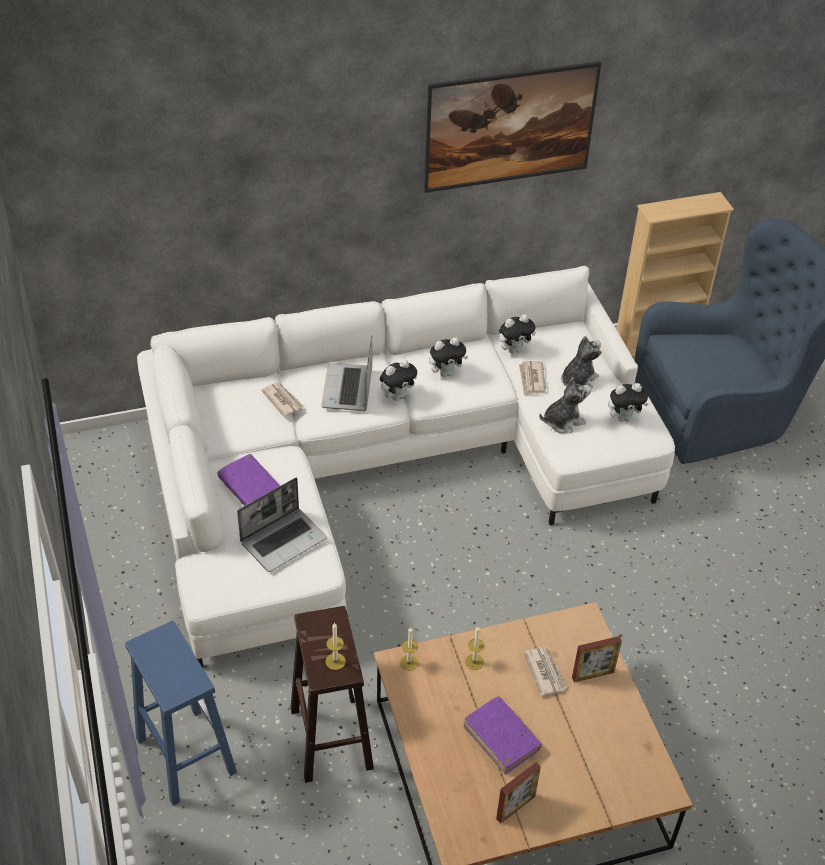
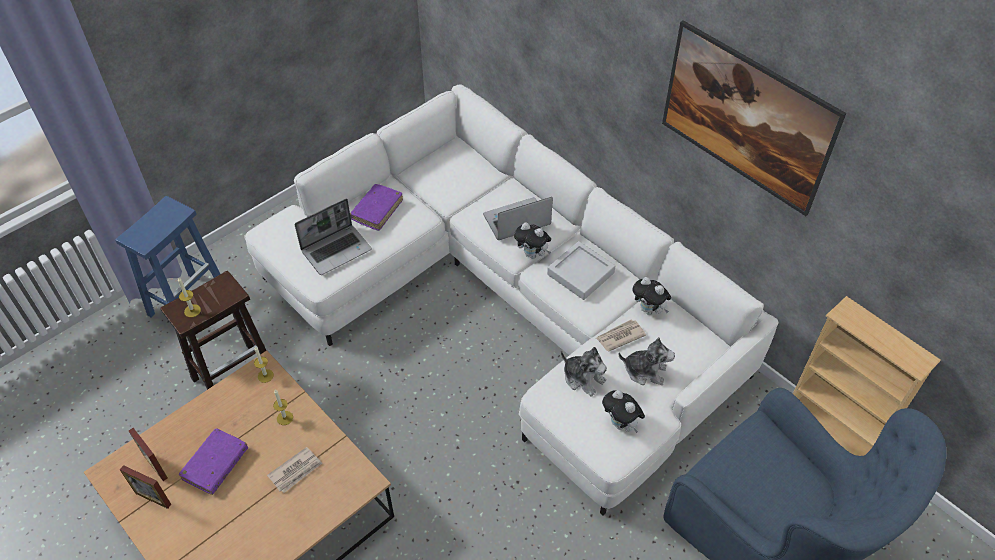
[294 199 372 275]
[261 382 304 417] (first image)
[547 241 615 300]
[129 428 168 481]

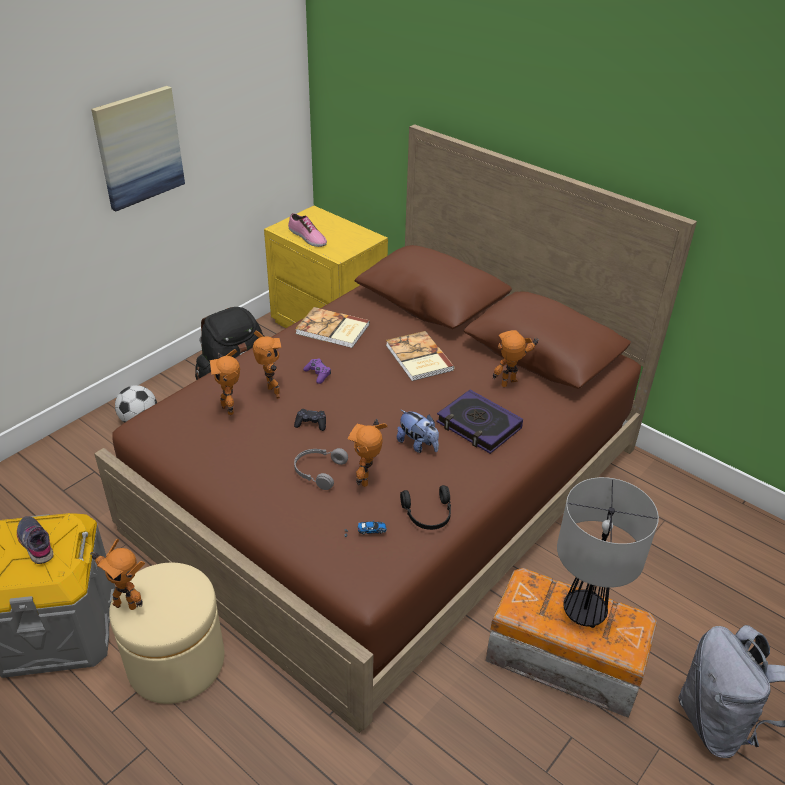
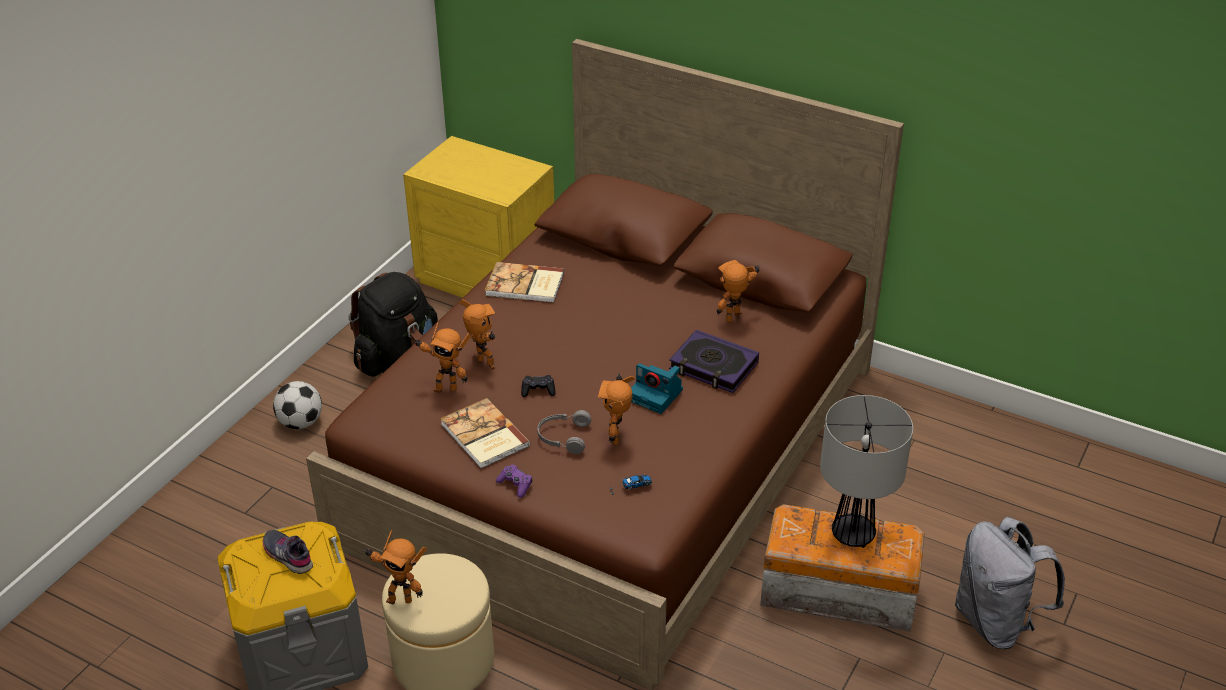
[91 86 185 211] (first image)
[413 322 472 393]
[288 213 327 247] (first image)
[496 464 532 498]
[440 398 530 469]
[631 363 683 414]
[400 485 451 530] (first image)

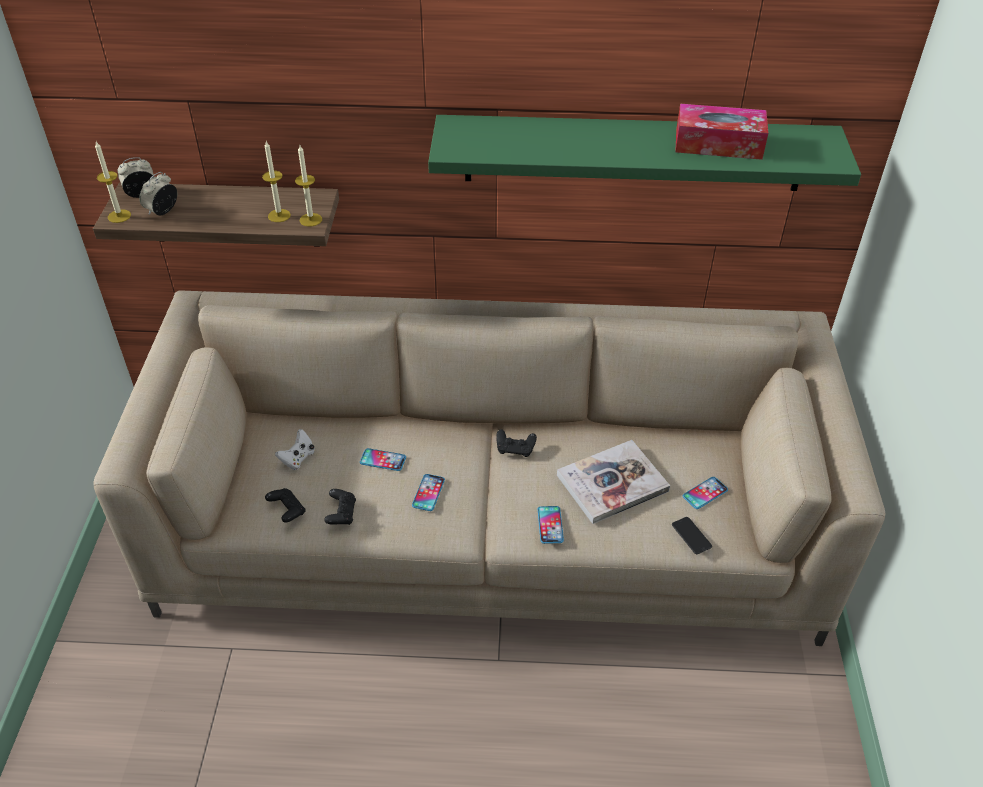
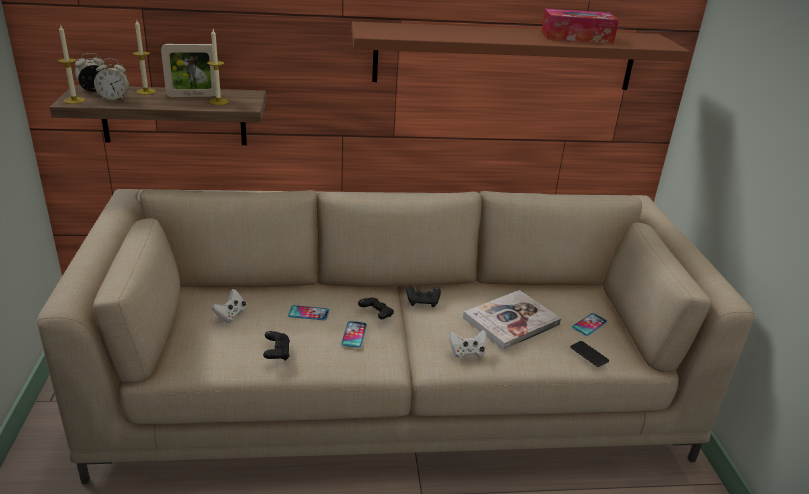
[94 58 129 100]
[358 297 394 319]
[132 20 156 95]
[352 21 690 90]
[449 330 487 358]
[161 44 216 97]

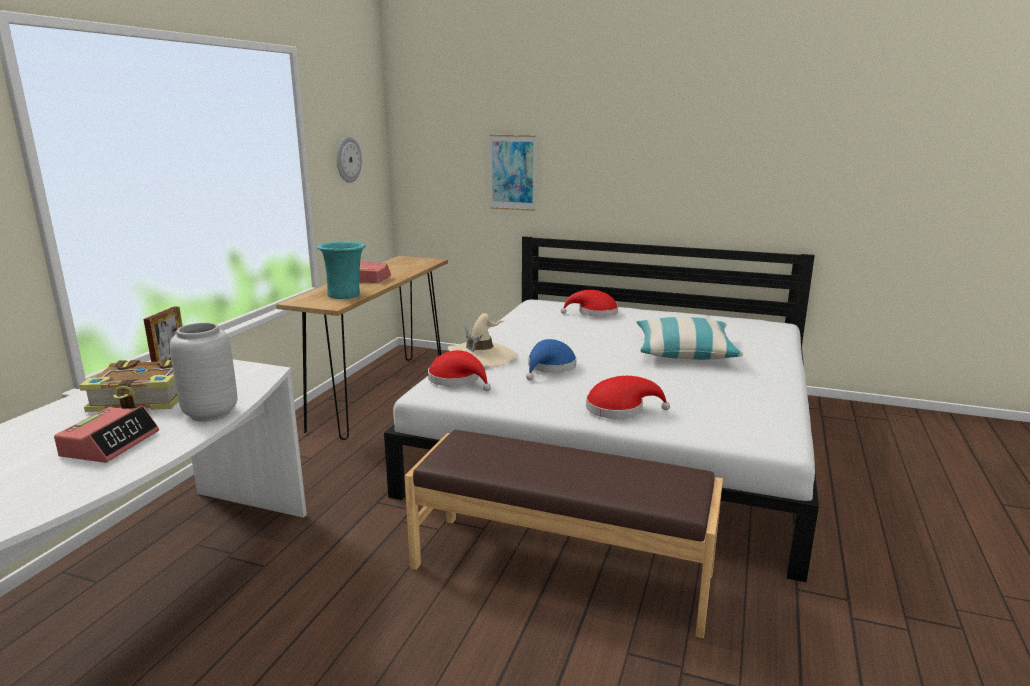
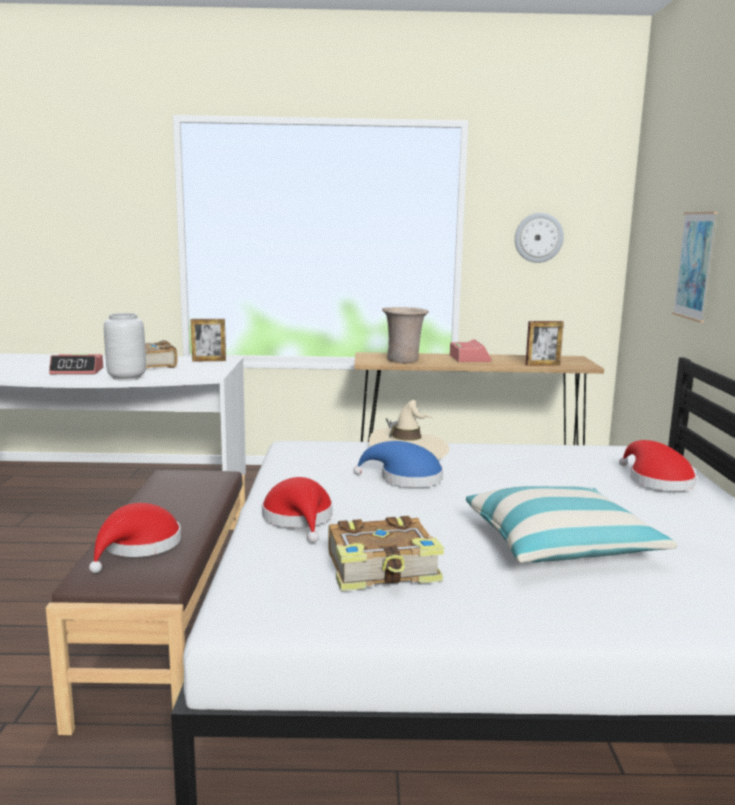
[382 307 429 363]
[89 503 181 573]
[328 516 444 591]
[525 321 564 366]

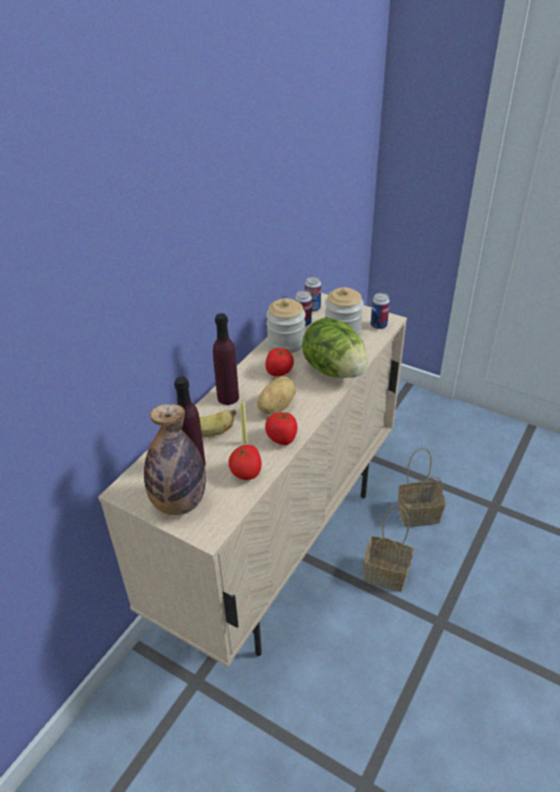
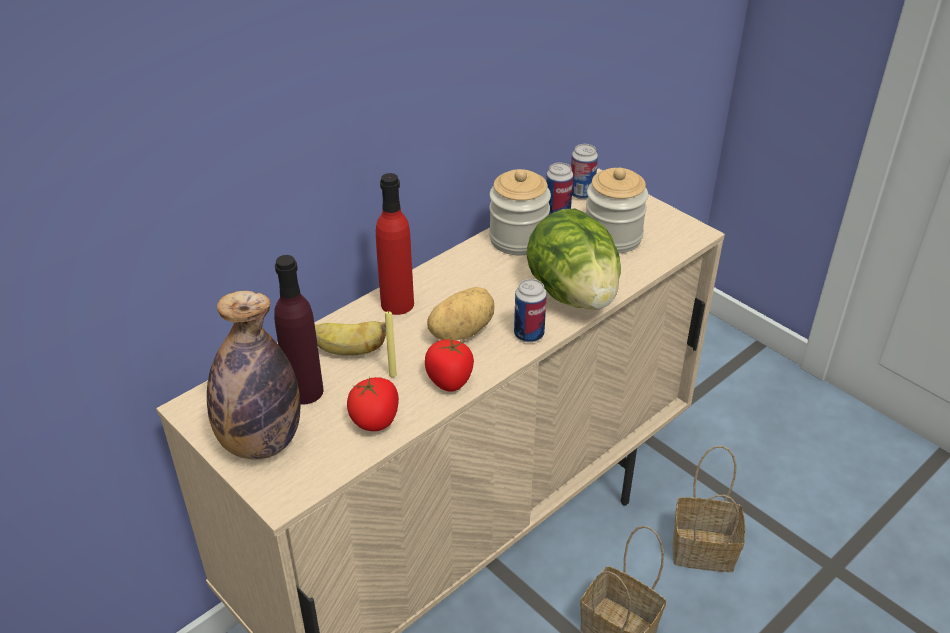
[376 173 414 315]
[265 348 294 376] (first image)
[514 279 547 342]

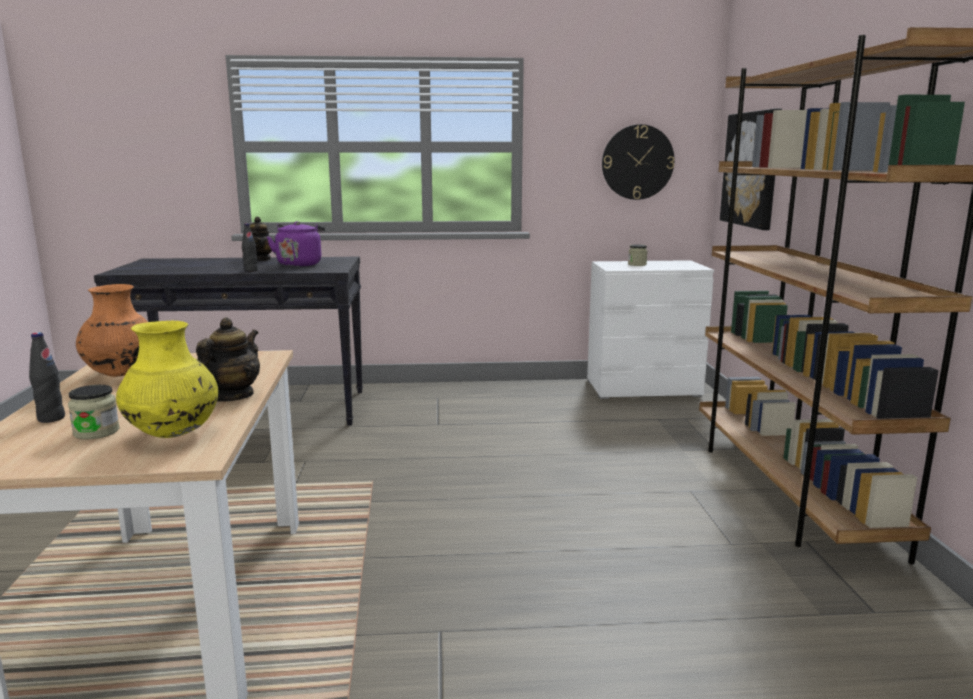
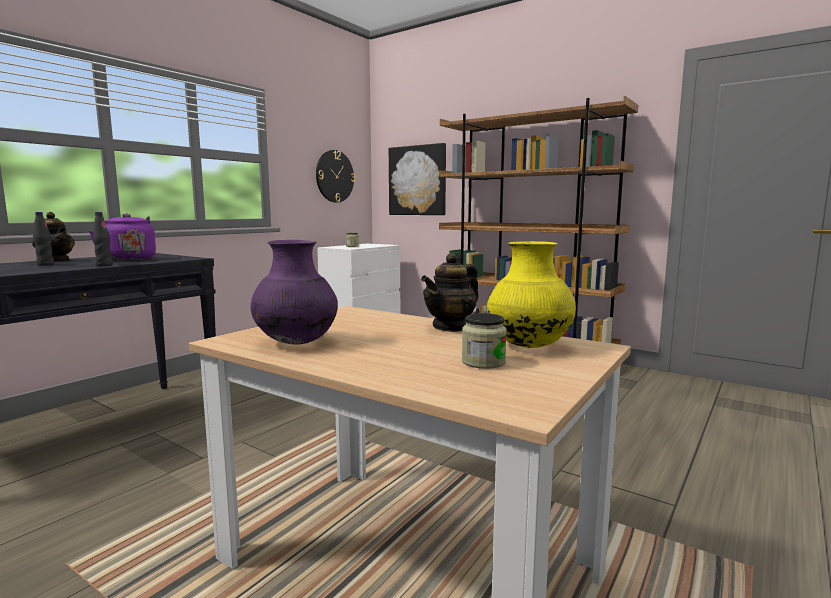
[33 212 54 266]
[250 240 338 345]
[421 253 479 332]

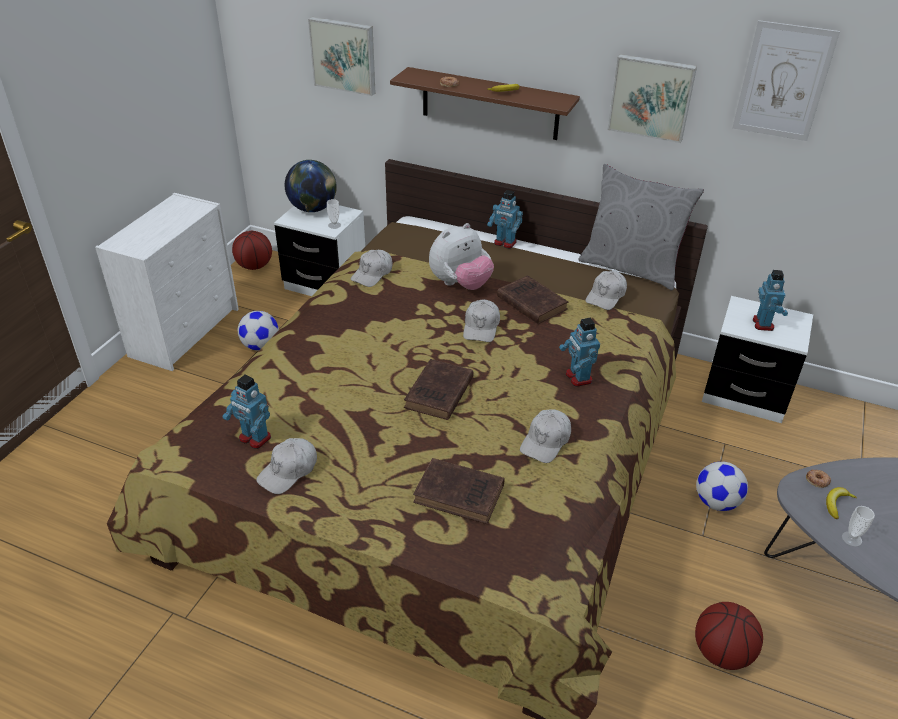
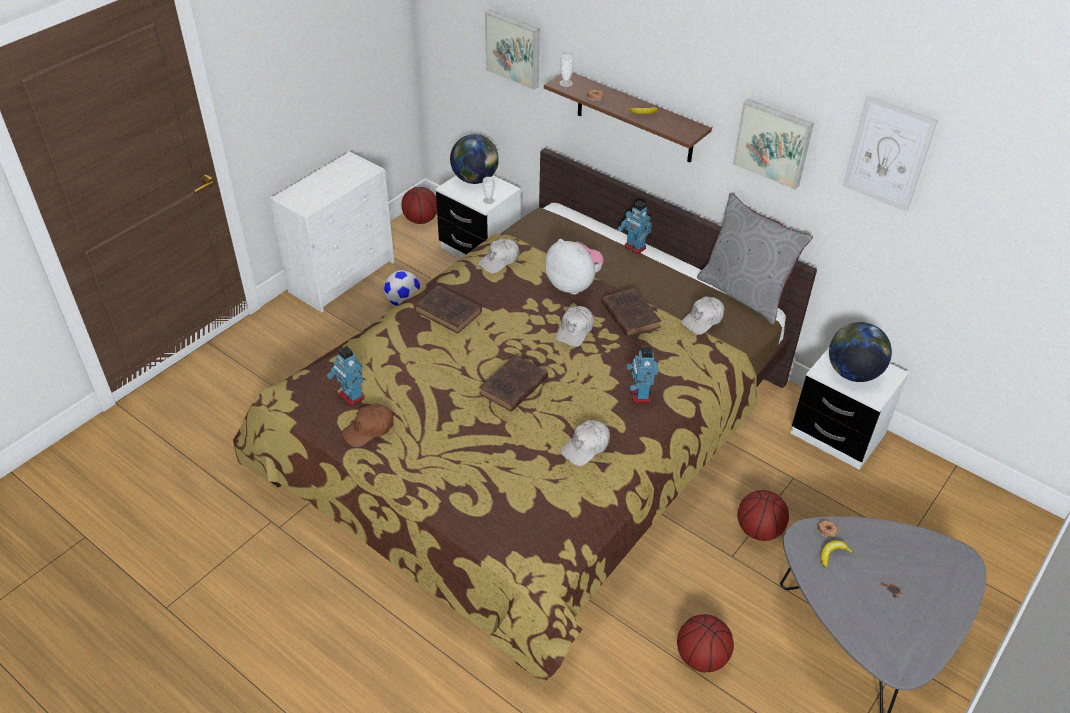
[342 404 394 447]
[415 286 482 333]
[545 239 604 295]
[738 490 789 541]
[829 322 892 382]
[559 54 573 87]

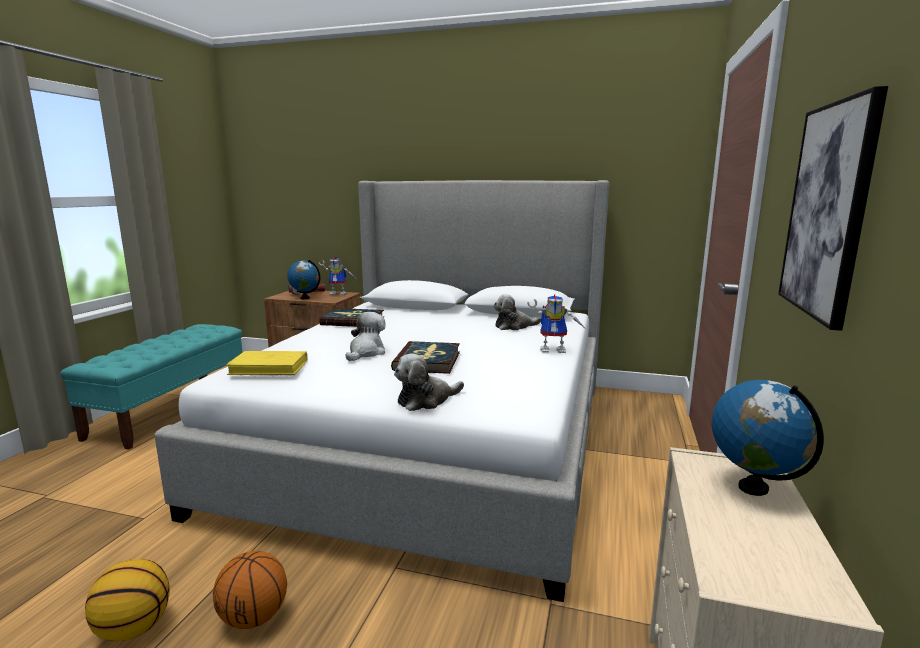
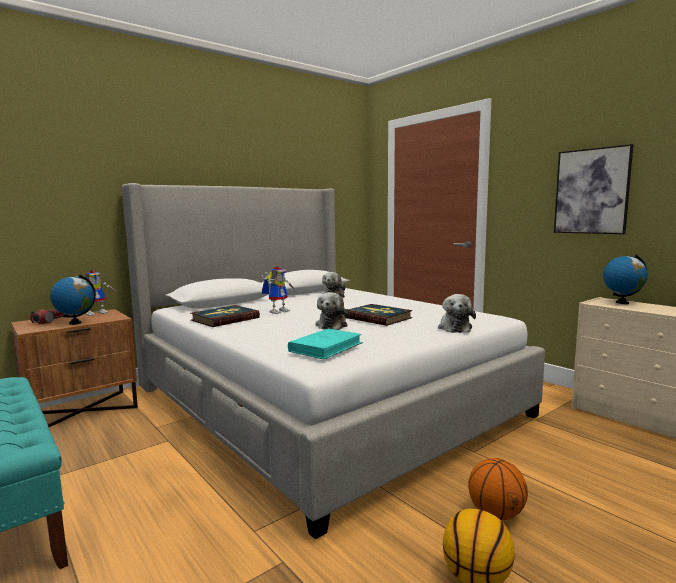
[288 329 363 359]
[315 292 349 330]
[261 267 295 314]

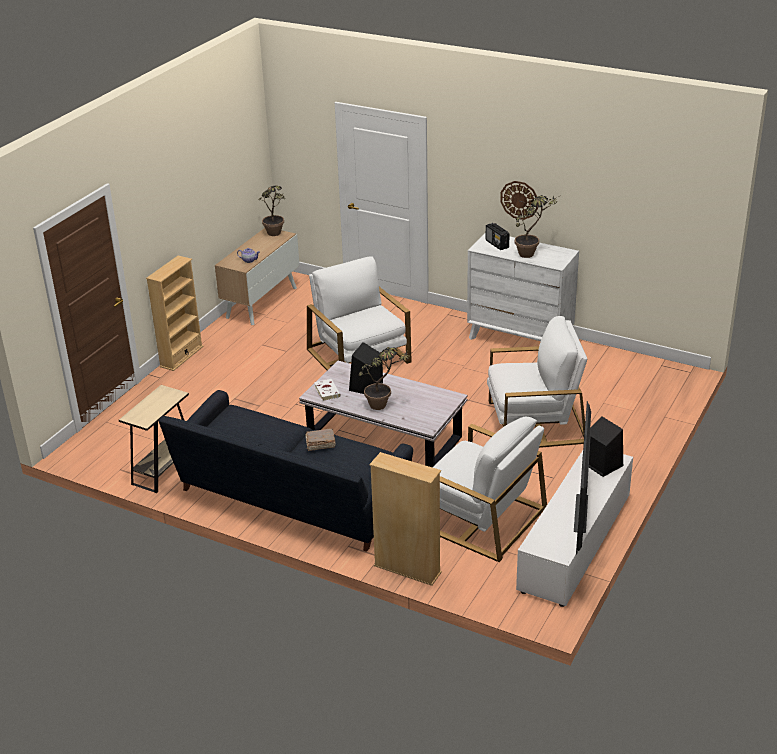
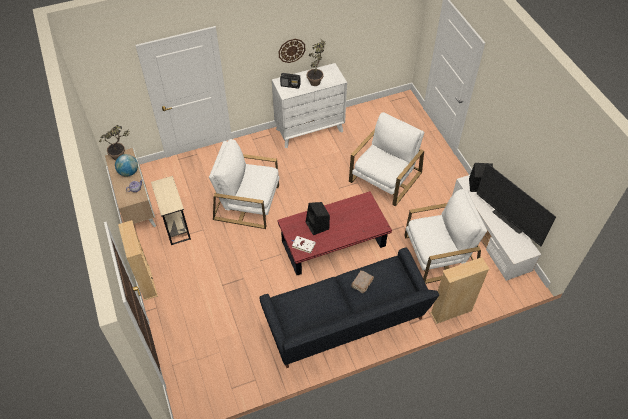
[151 176 191 245]
[277 191 392 275]
[358 347 413 410] (first image)
[115 154 138 177]

